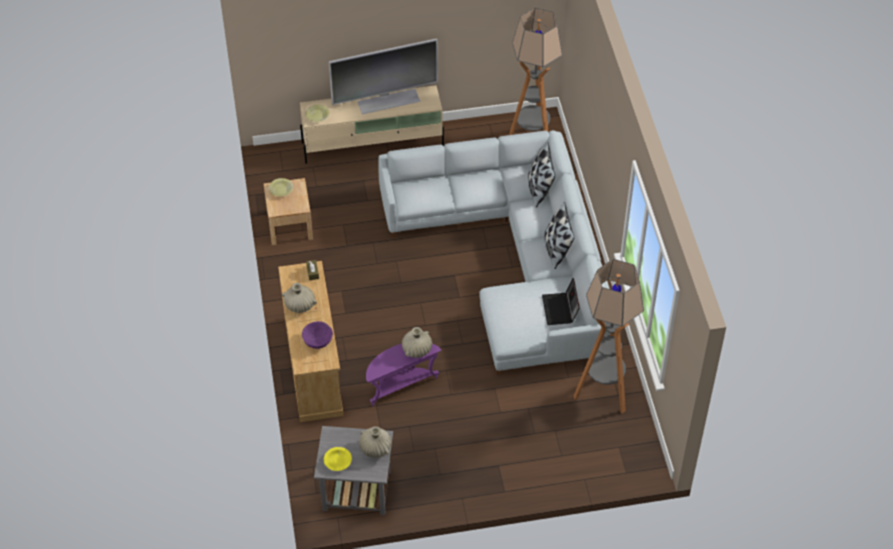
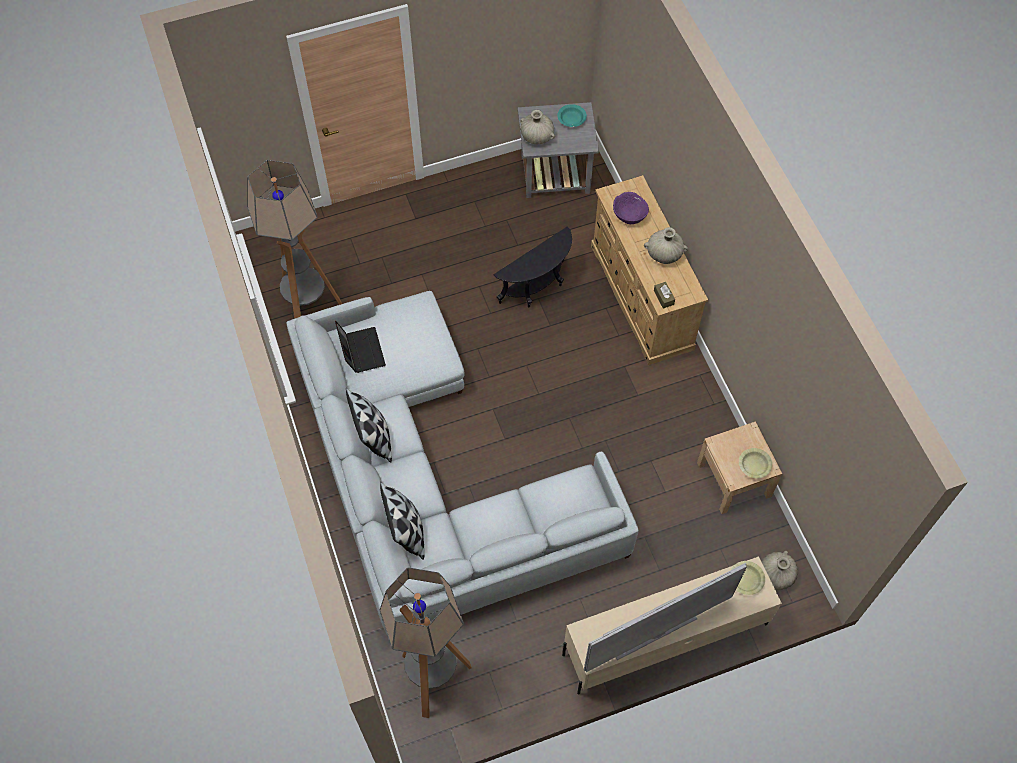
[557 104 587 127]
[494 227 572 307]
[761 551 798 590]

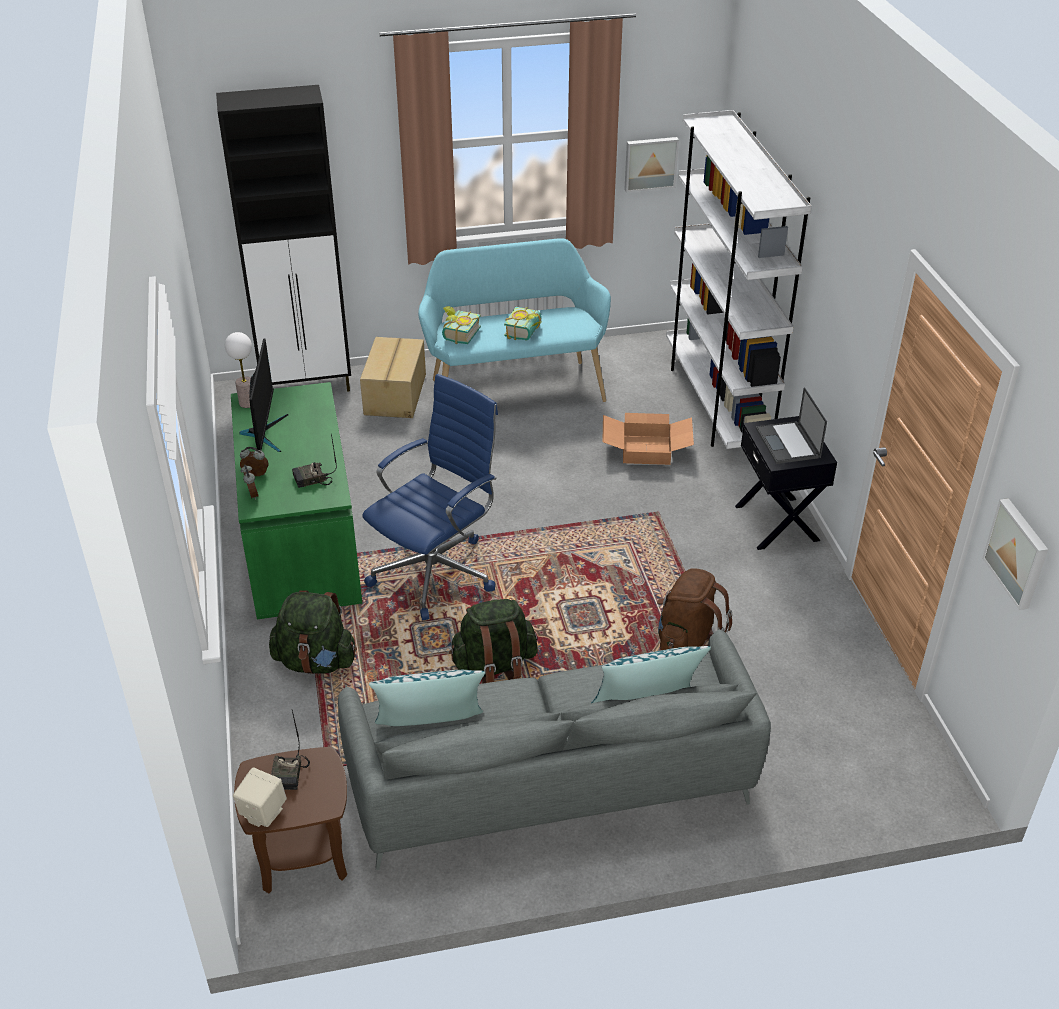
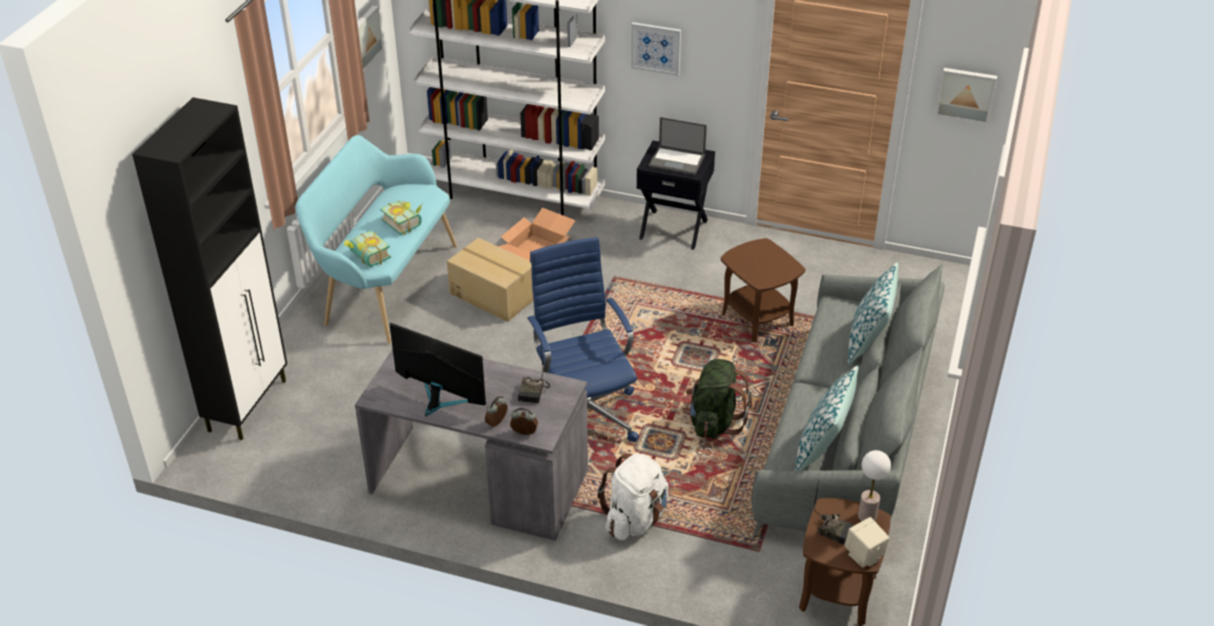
[858 450 891 521]
[355 349 588 541]
[597 453 668 540]
[447 238 533 322]
[721 238 805 342]
[631 22 681 76]

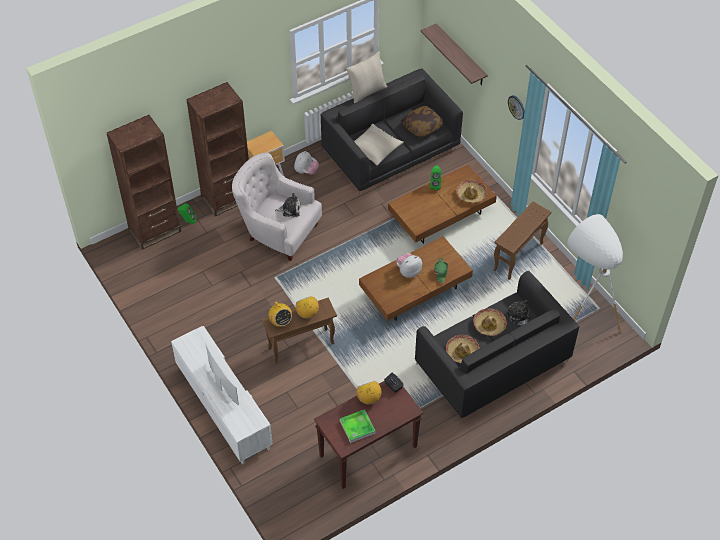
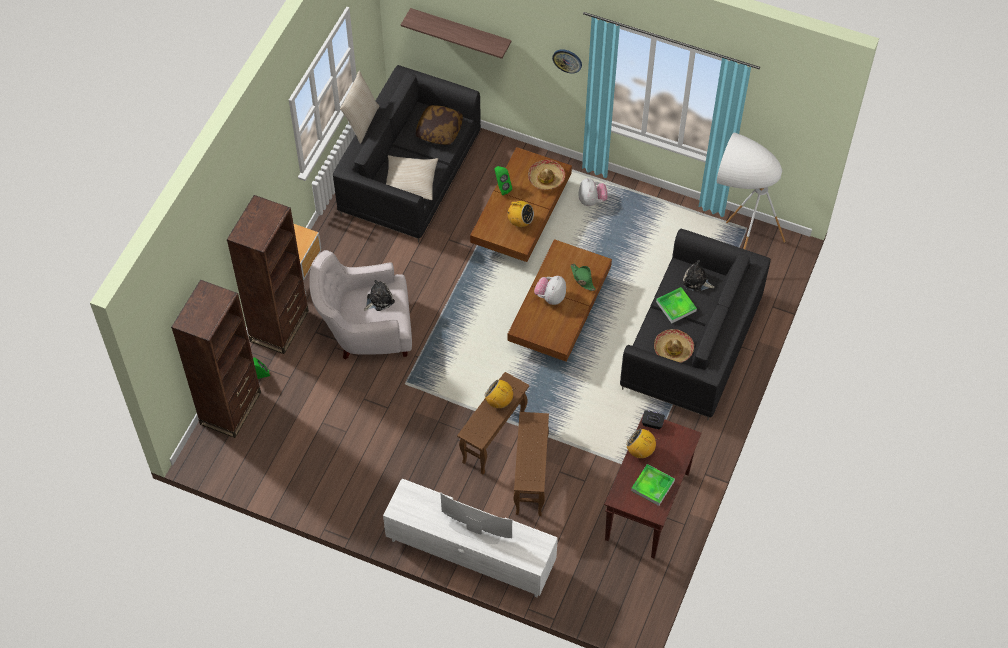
[505 201 534 227]
[578 178 608 206]
[656 287 697 323]
[514 412 549 516]

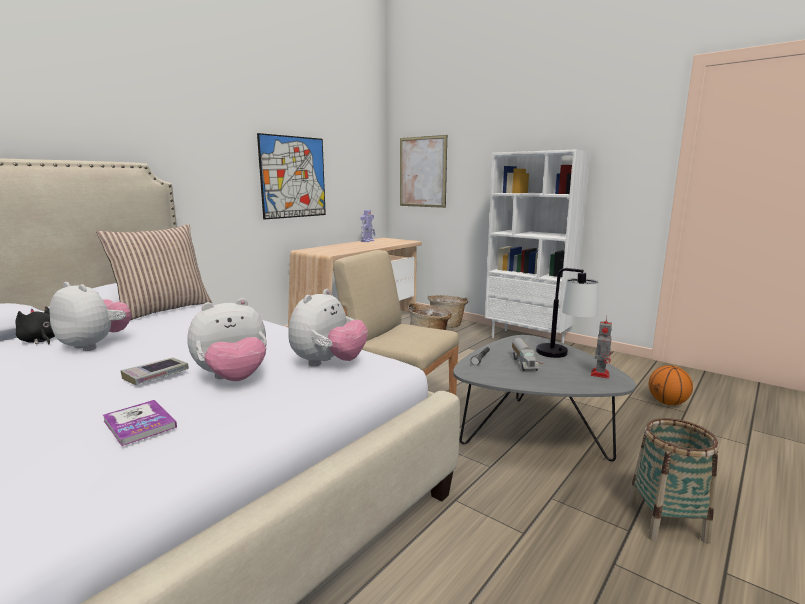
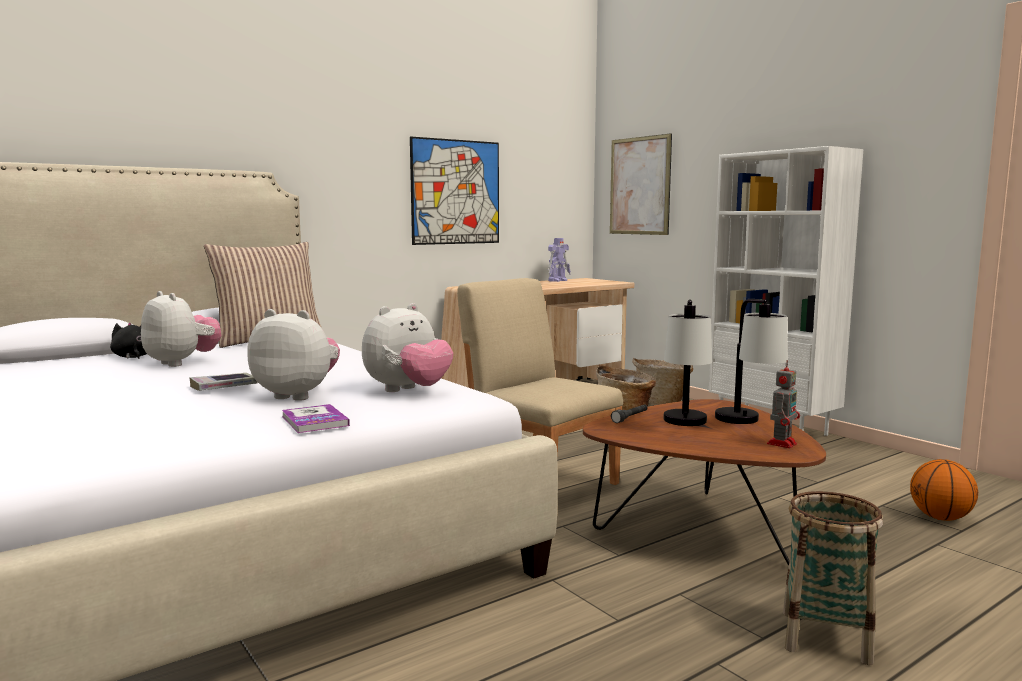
[282 404 350 433]
[247 309 340 401]
[583 399 826 565]
[664 300 712 426]

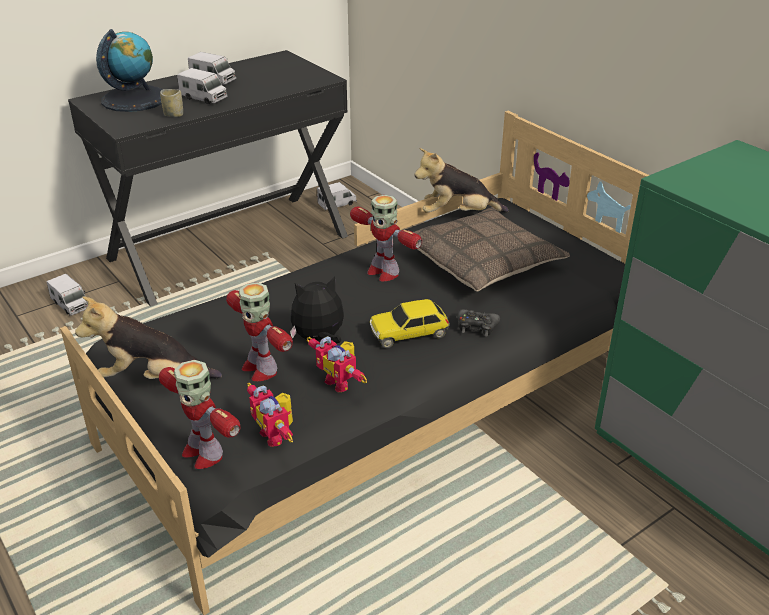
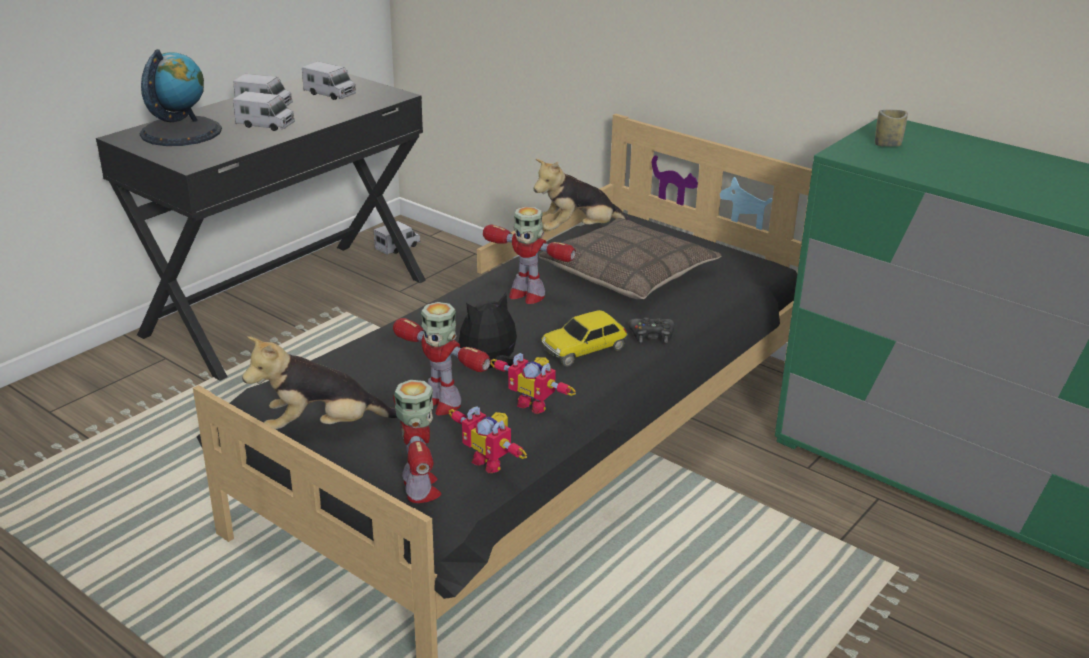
[302 61 356 100]
[393 380 442 503]
[875 110 908 147]

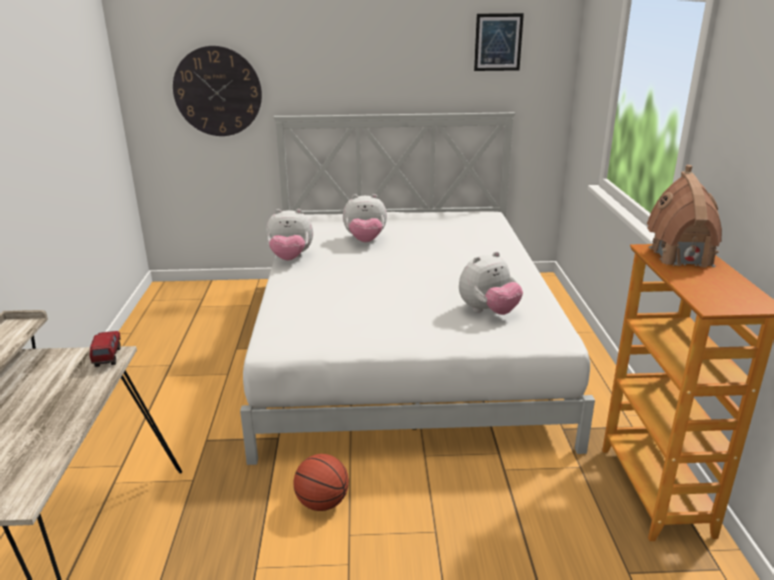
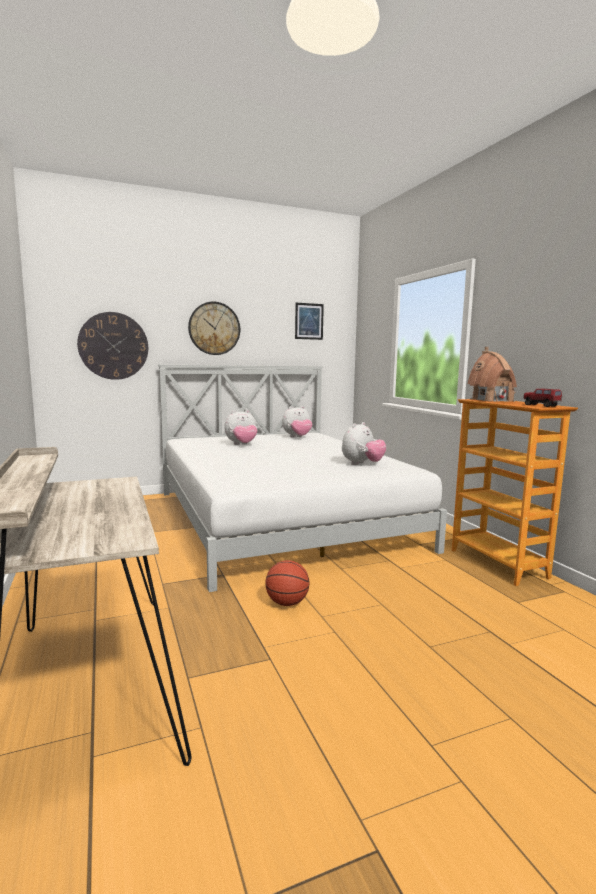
[524 389 562 407]
[282 406 312 437]
[188 302 240 355]

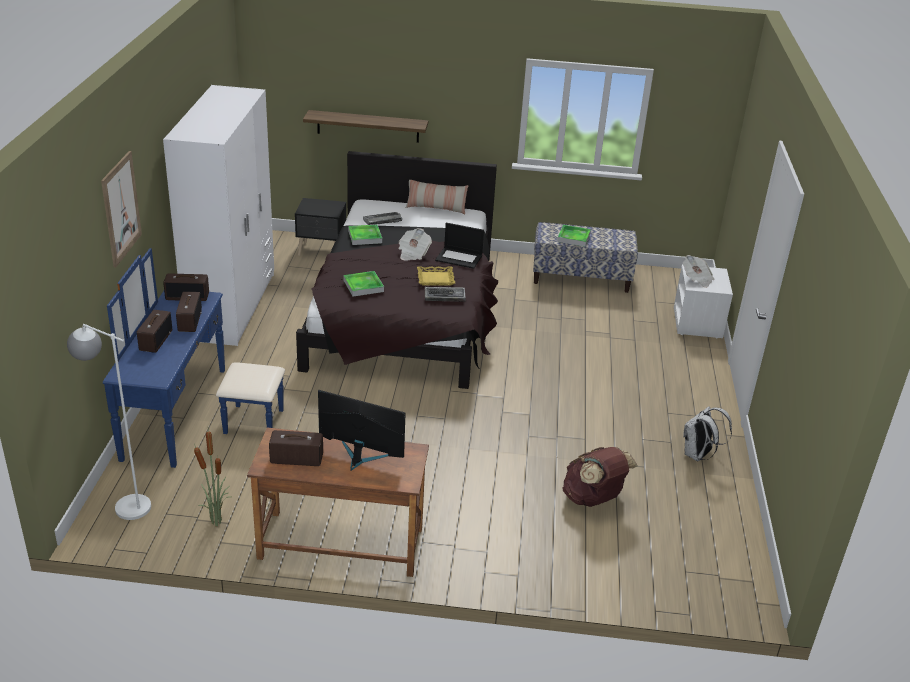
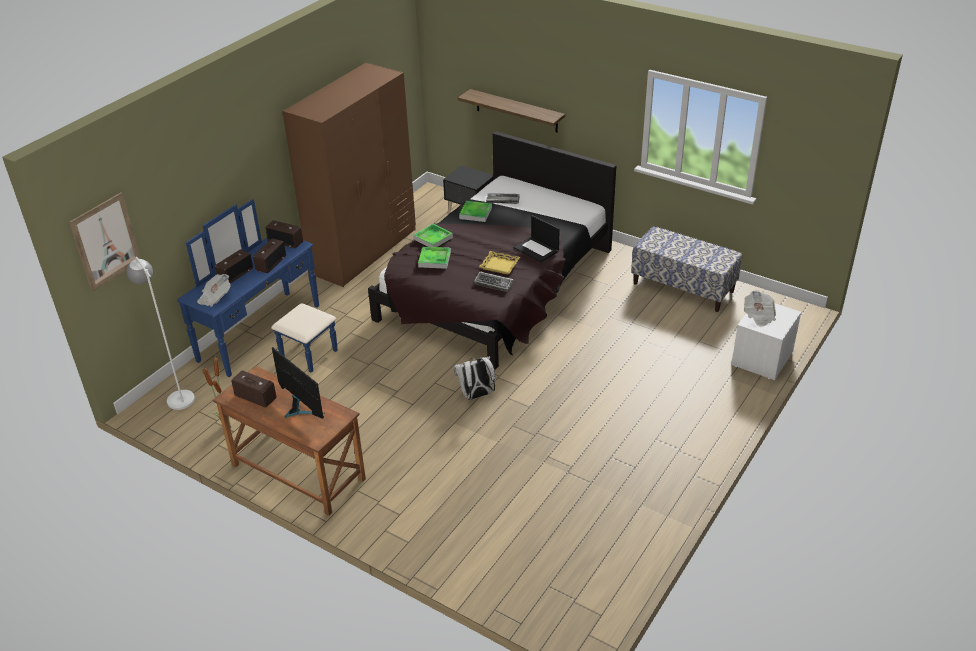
[69 193 141 292]
[282 63 416 287]
[197 274 230 307]
[406 180 468 214] (first image)
[413 224 453 247]
[563 447 638 507] (first image)
[454 356 495 400]

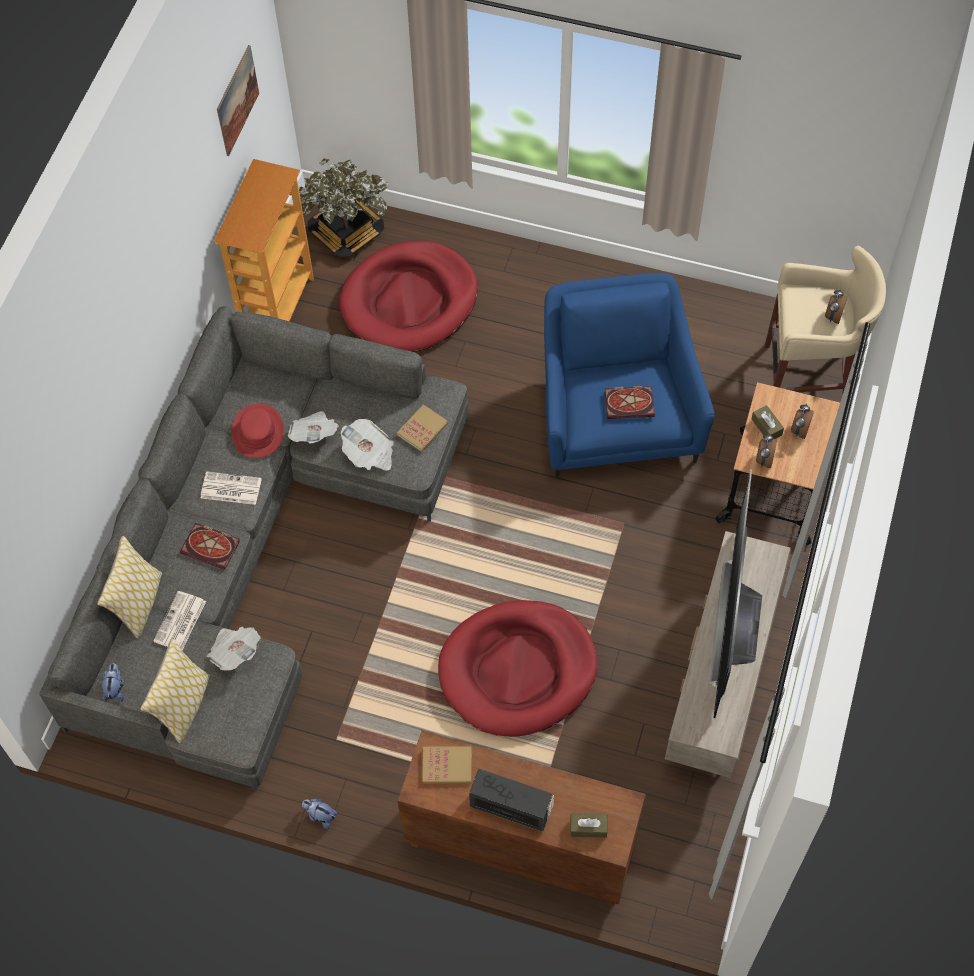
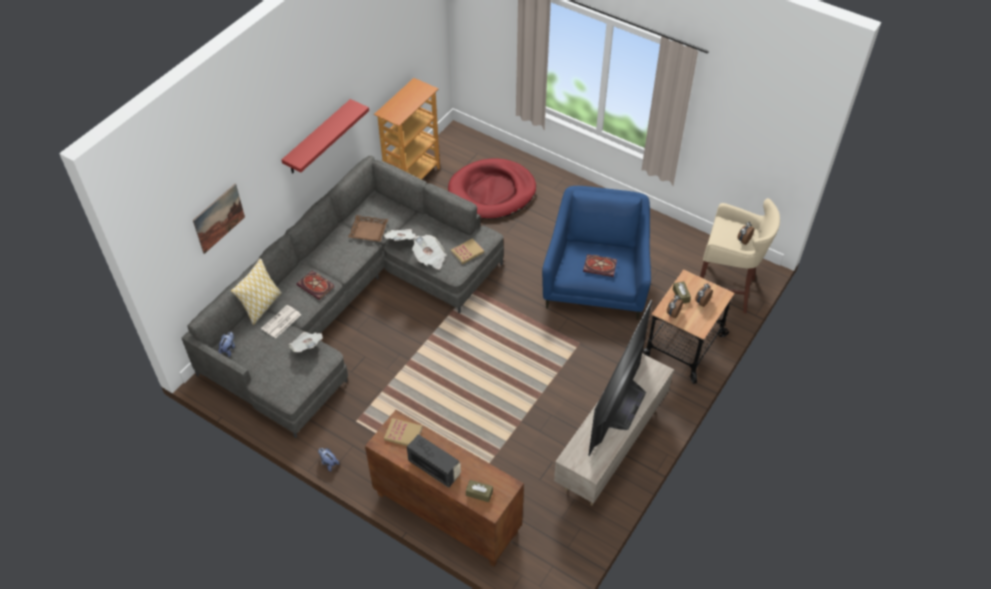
[140 639 210 743] (first image)
[201 471 262 505] (first image)
[193 184 245 254]
[348 215 388 242]
[299 158 388 256] (first image)
[438 600 598 737] (first image)
[282 99 369 174]

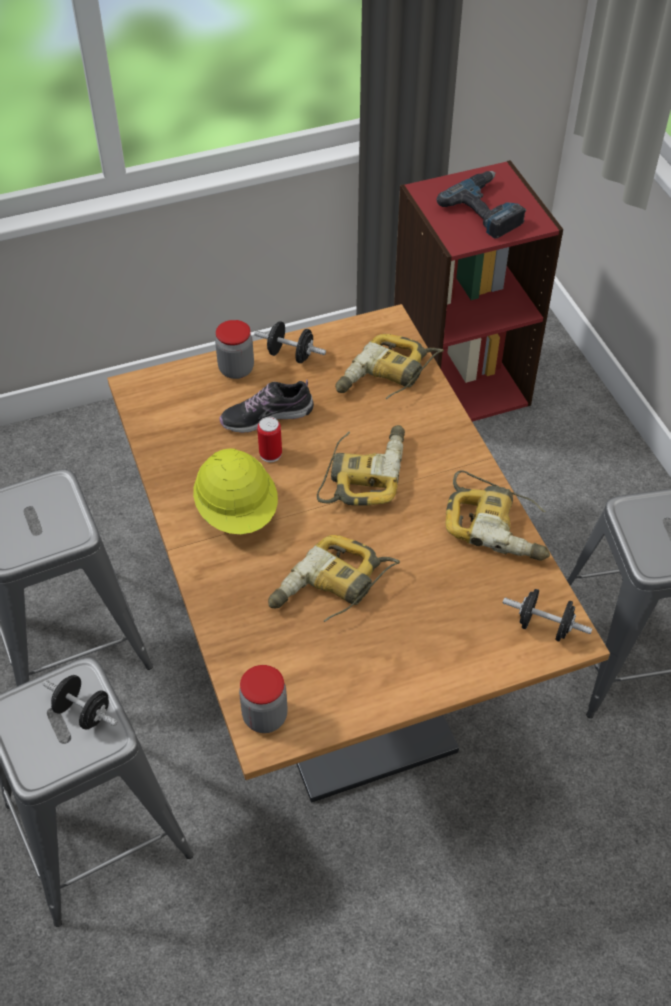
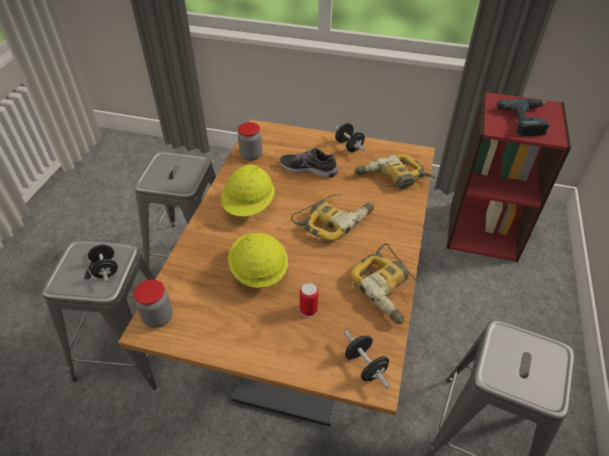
[238 122 262 161]
[300 282 319 317]
[228 232 288 288]

